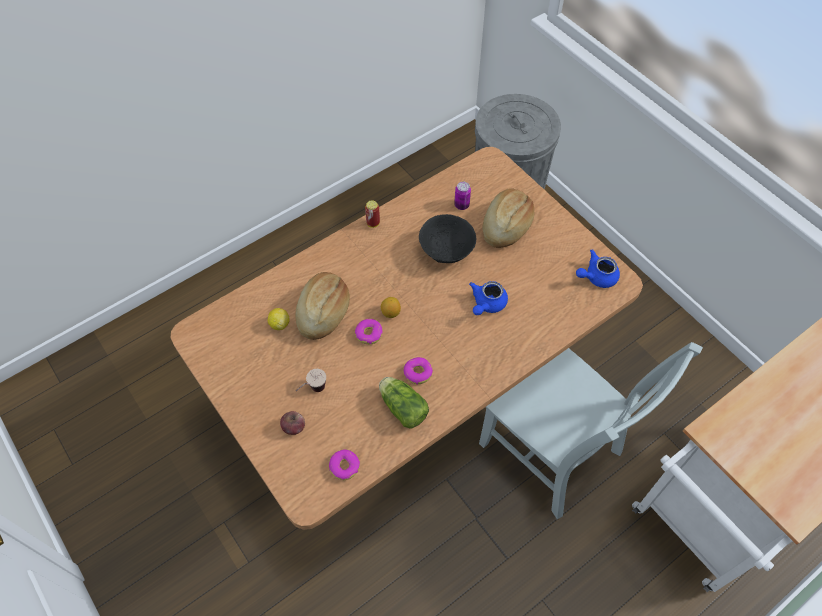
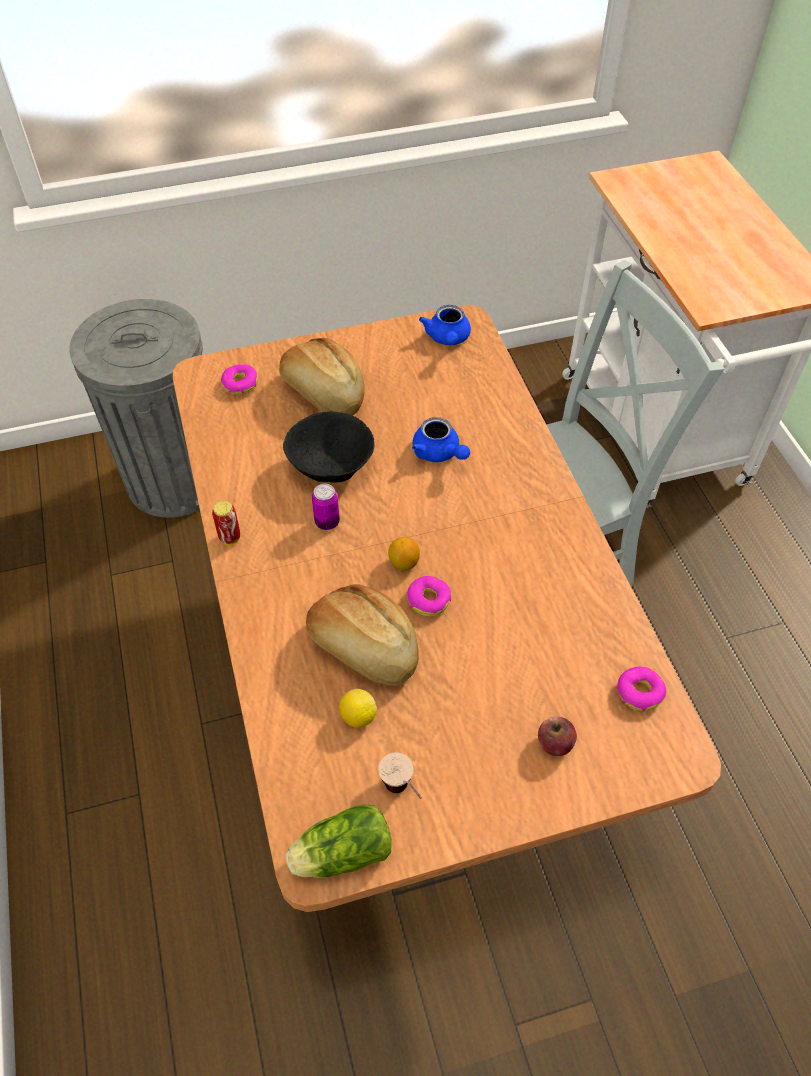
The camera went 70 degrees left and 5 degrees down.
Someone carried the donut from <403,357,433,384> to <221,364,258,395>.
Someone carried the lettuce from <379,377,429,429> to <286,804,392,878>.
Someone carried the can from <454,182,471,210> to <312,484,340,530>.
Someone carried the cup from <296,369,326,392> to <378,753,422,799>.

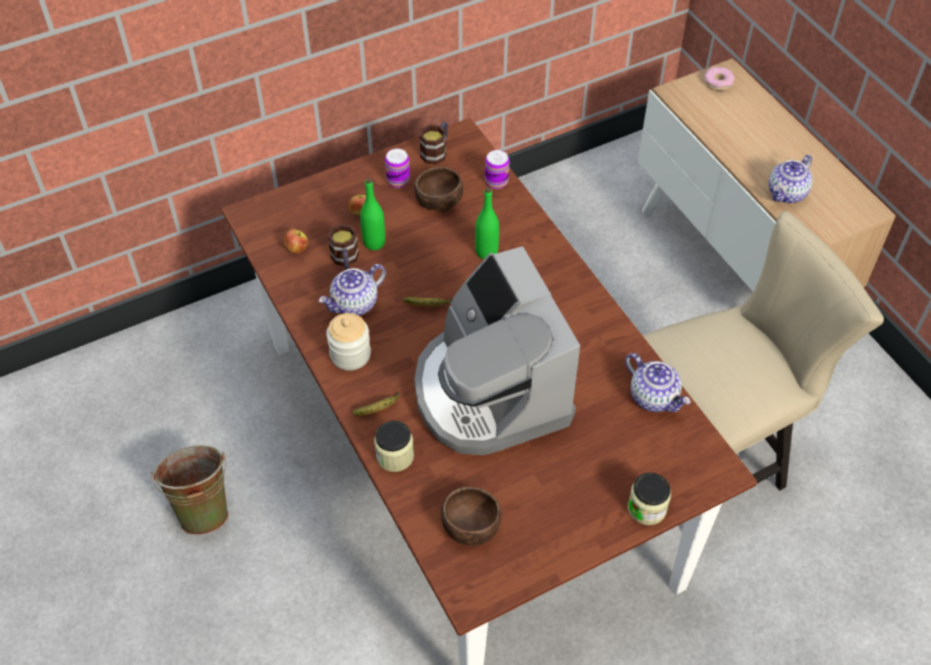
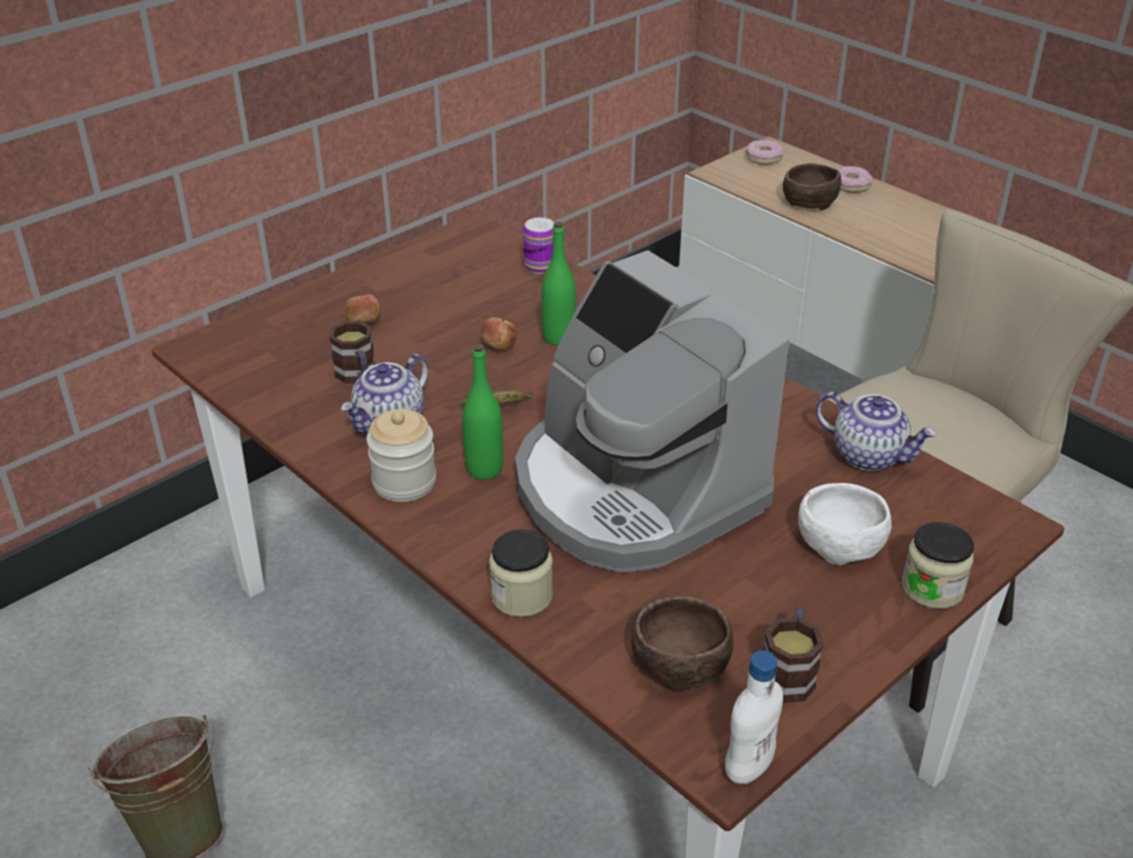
The camera went 15 degrees left and 15 degrees down.
Someone carried the bottle/green from <360,178,385,250> to <462,344,503,480>.
Someone carried the apple from <284,230,308,254> to <481,317,517,351>.
Someone put down the bottle/white at <725,650,783,784>.
Someone carried the mug from <419,122,448,165> to <763,606,824,703>.
Someone carried the bowl/brown from <414,167,463,213> to <783,163,841,210>.
Someone put down the bowl/white at <798,483,891,565>.
Someone put down the donut at <837,166,873,193>.
Someone took away the banana at <352,392,400,416>.
Someone took away the can at <385,149,410,188>.
Someone took away the teapot at <769,154,813,203>.

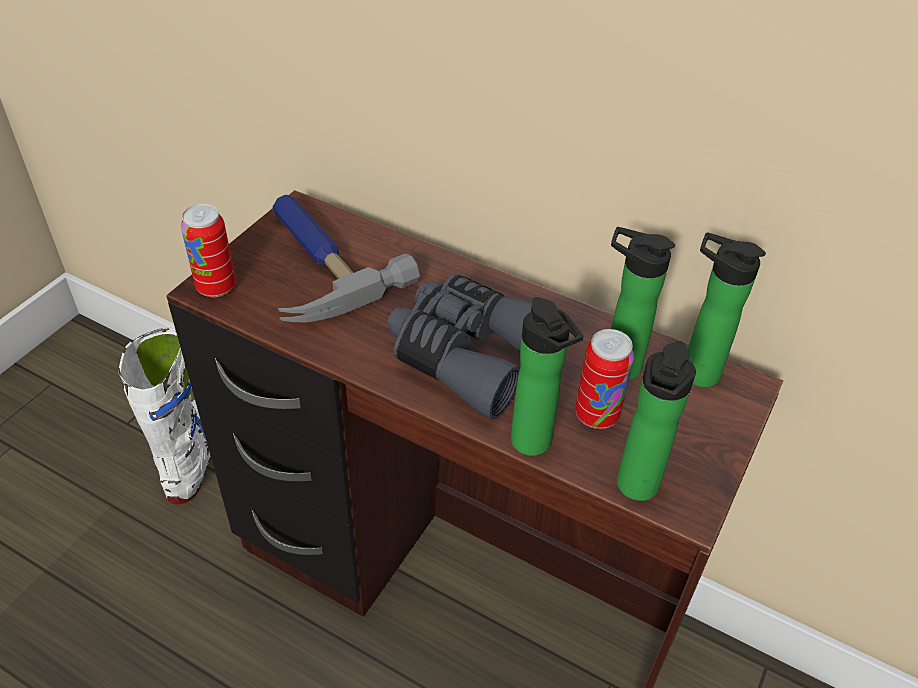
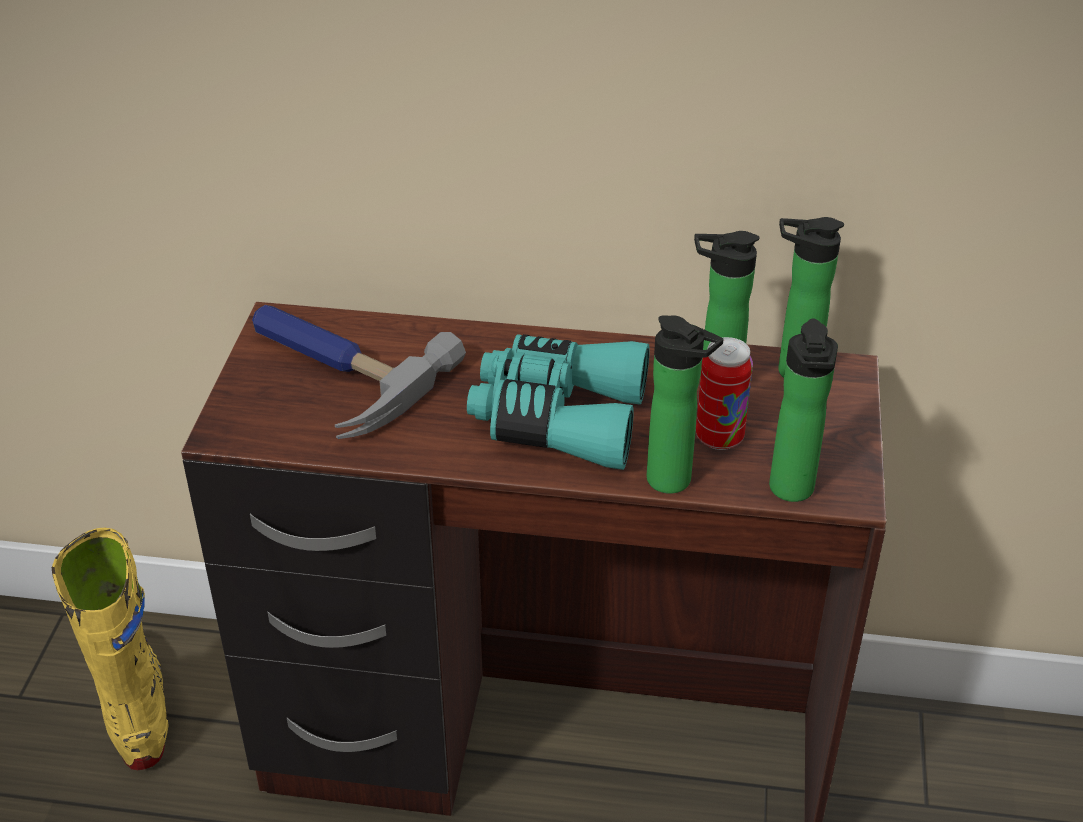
The camera went 20 degrees left and 5 degrees down.
Someone repainted the boot/white at <119,328,211,504>, which became the boot/yellow at <52,528,168,770>.
Someone repainted the binoculars/grey at <387,273,532,420>, which became the binoculars/turquoise at <467,334,650,470>.
Someone took away the can at <181,204,236,297>.

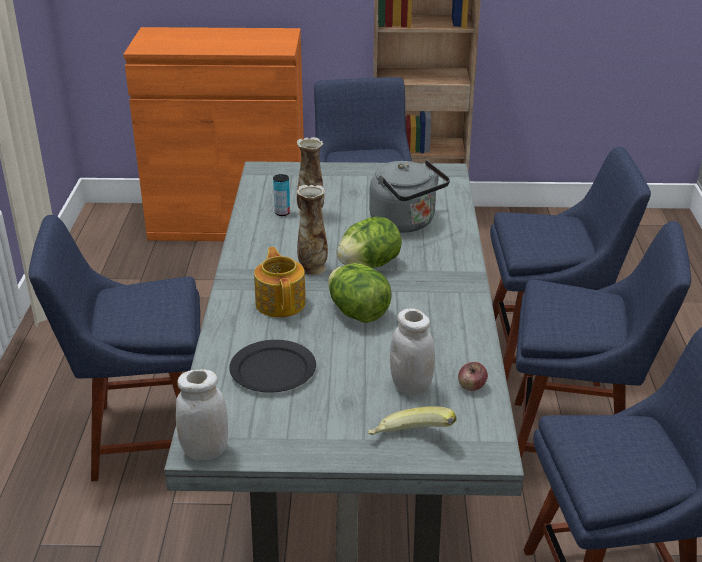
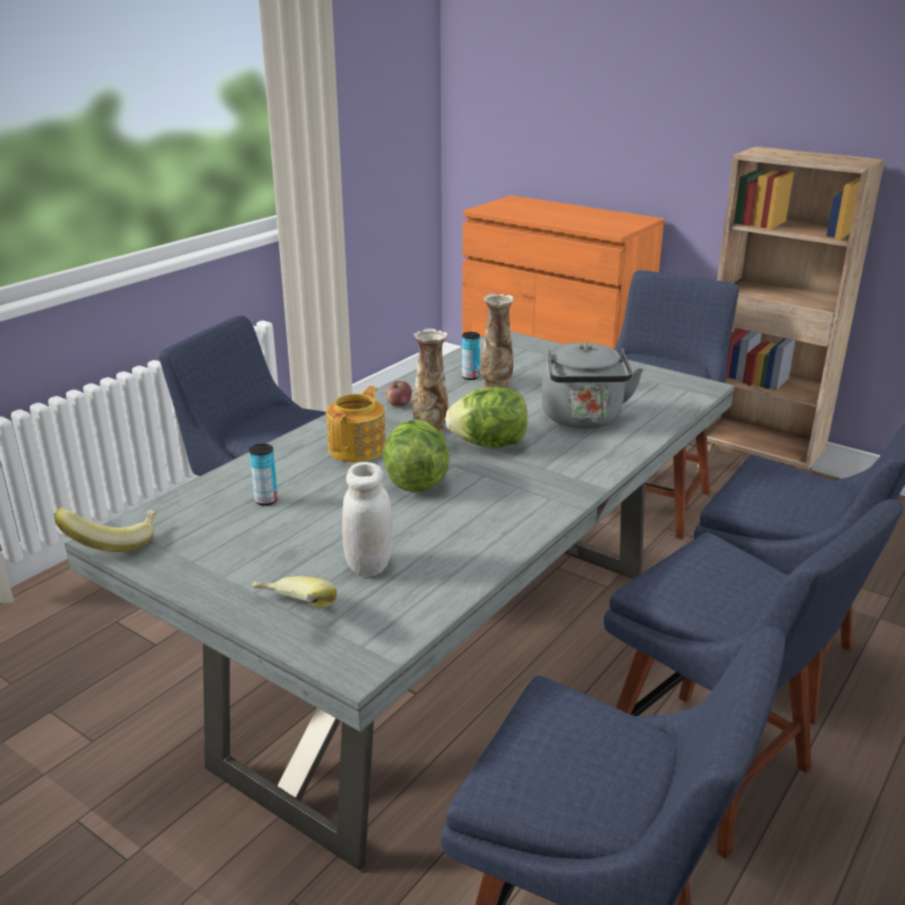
The camera went 35 degrees right and 5 degrees down.
Someone swapped the jar/white at <176,369,228,460> for the banana at <54,508,157,552>.
Someone swapped the plate/black at <229,340,316,393> for the can at <249,444,278,506>.
Someone carried the apple from <458,362,488,391> to <385,381,412,406>.

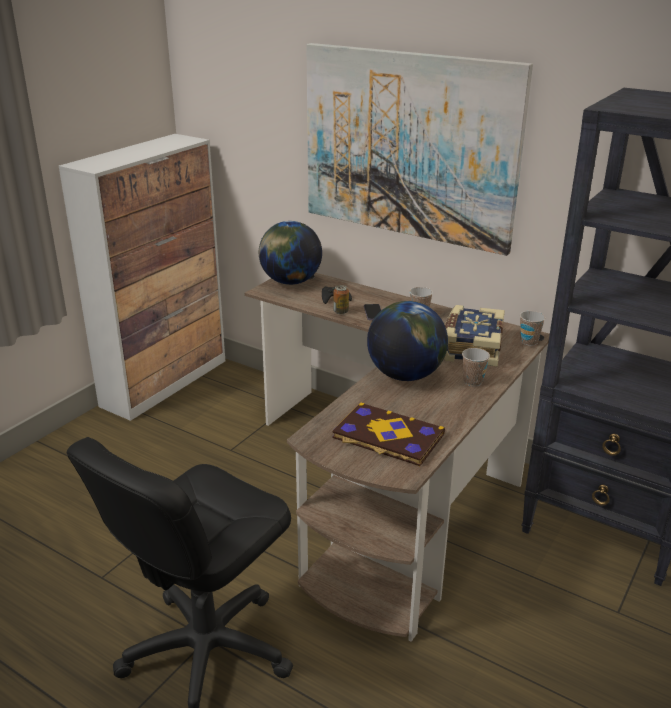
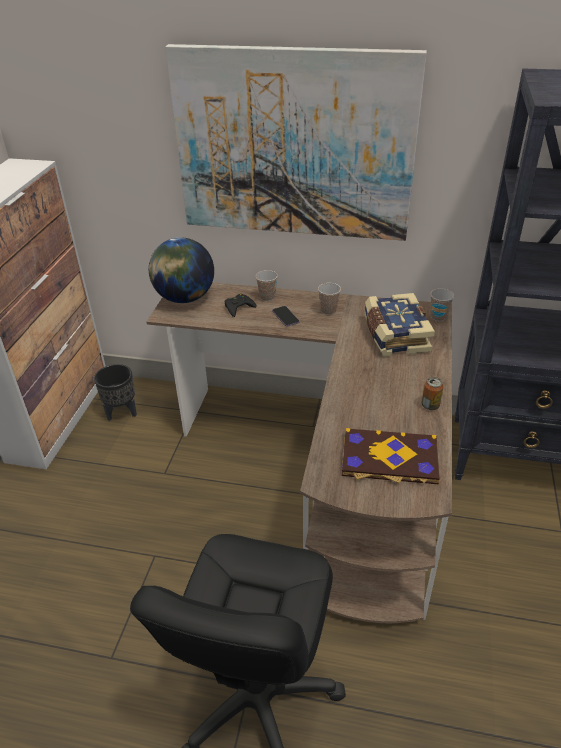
The camera went 20 degrees left and 10 degrees up.
Someone put down the planter/black at <94,364,137,421>.
Someone carried the cup from <462,348,490,387> to <256,270,278,301>.
Someone carried the can from <333,285,349,314> to <422,377,443,410>.
Someone took away the globe at <367,301,448,381>.

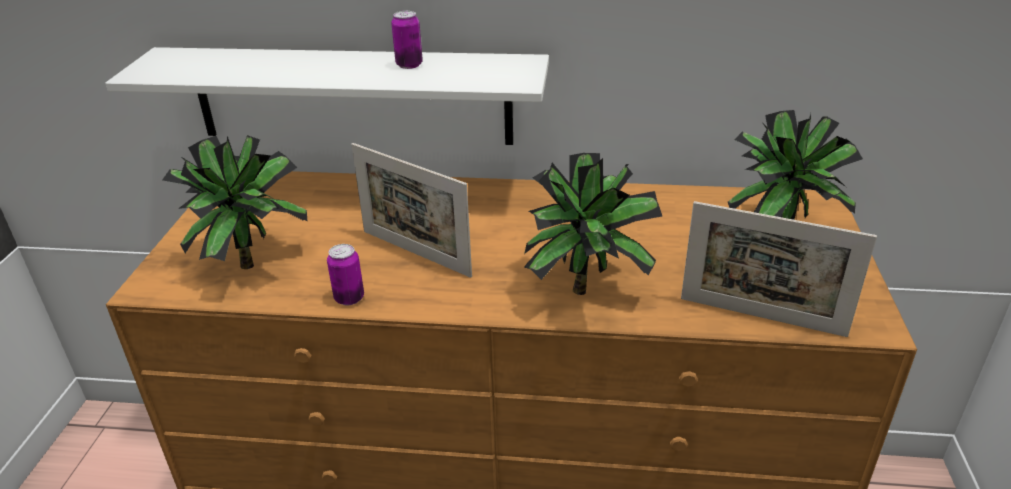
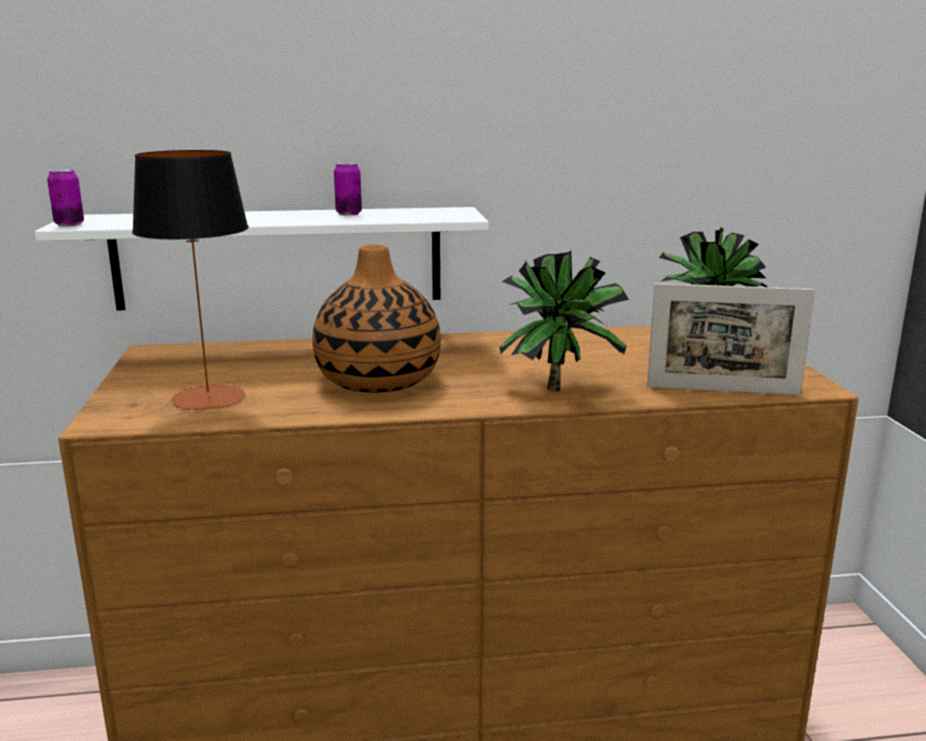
The camera went 15 degrees left and 15 degrees down.
Someone carried the can from <327,244,364,306> to <47,169,84,226>.
Someone swapped the potted plant at <162,135,307,269> for the table lamp at <132,150,249,410>.
Someone swapped the picture frame at <351,143,472,278> for the vase at <312,245,441,393>.

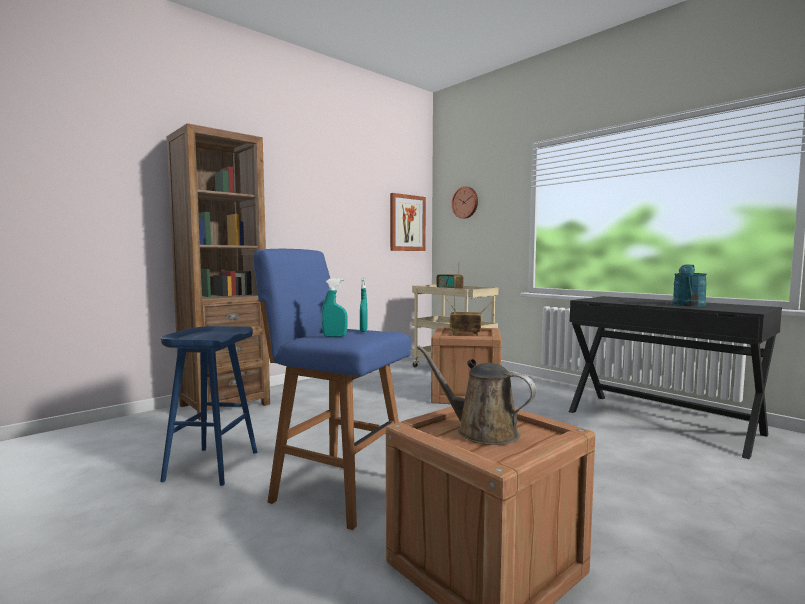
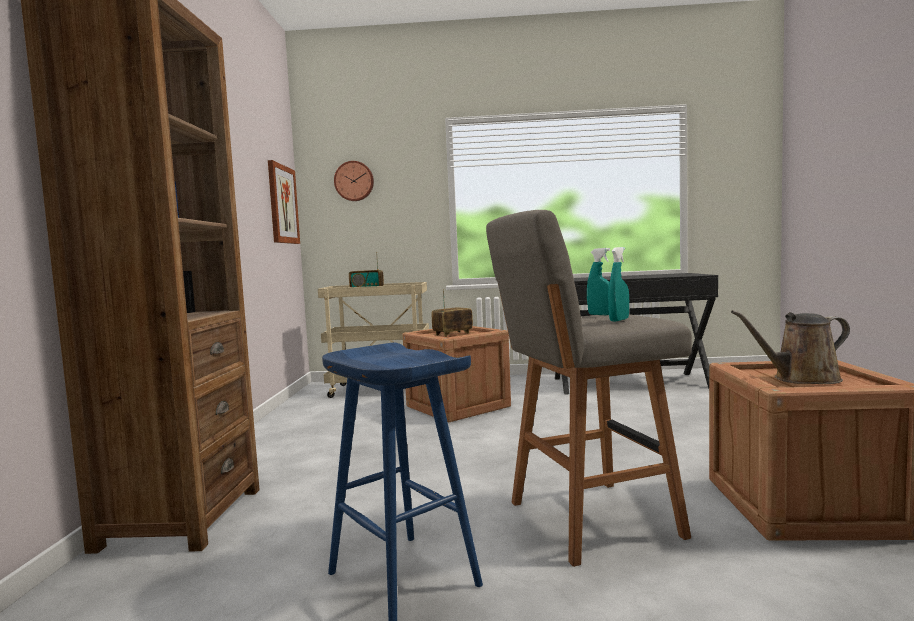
The camera went 45 degrees left and 0 degrees up.
Someone repainted the stool/blue at <253,249,411,530>, which became the stool/grey at <486,210,692,567>.
Someone took away the watering can/turquoise at <673,264,707,307>.

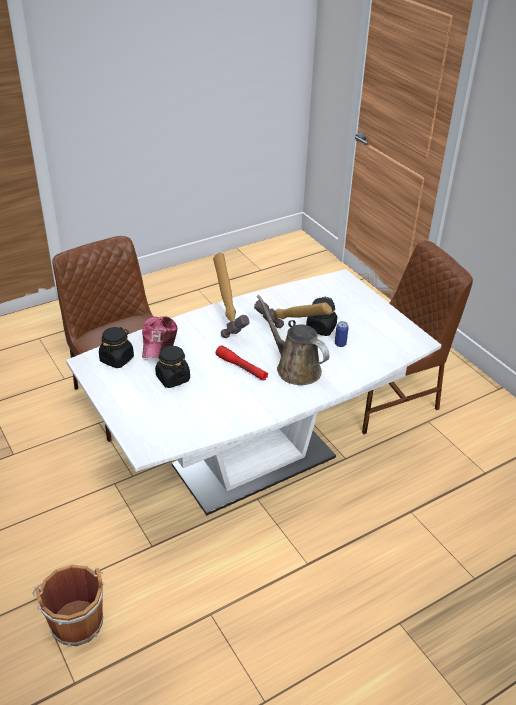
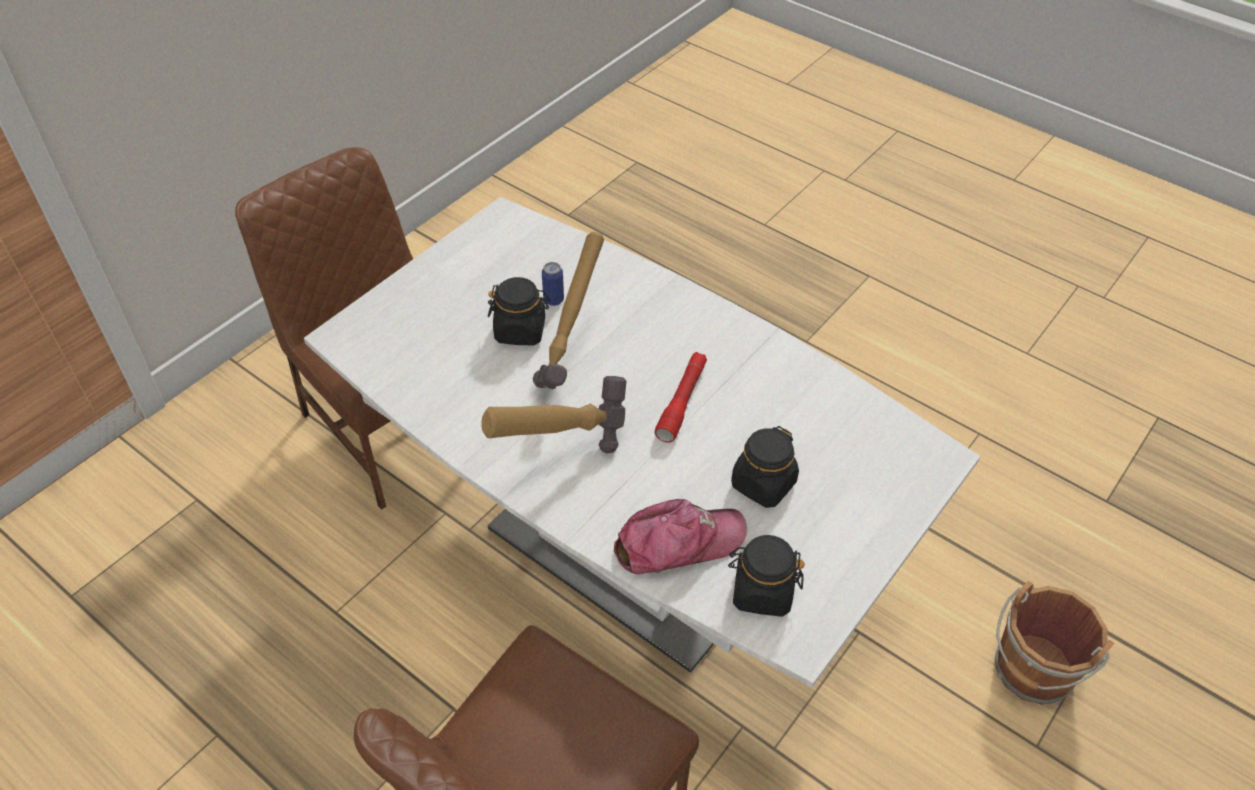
The camera went 110 degrees left and 10 degrees up.
Someone took away the watering can/brown at <257,295,329,385>.

